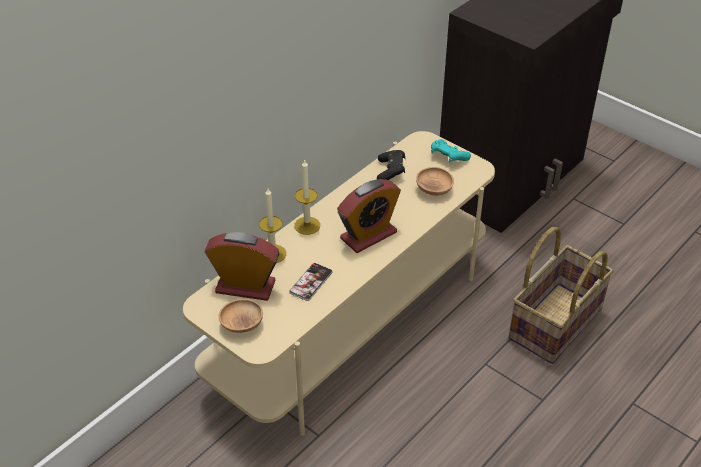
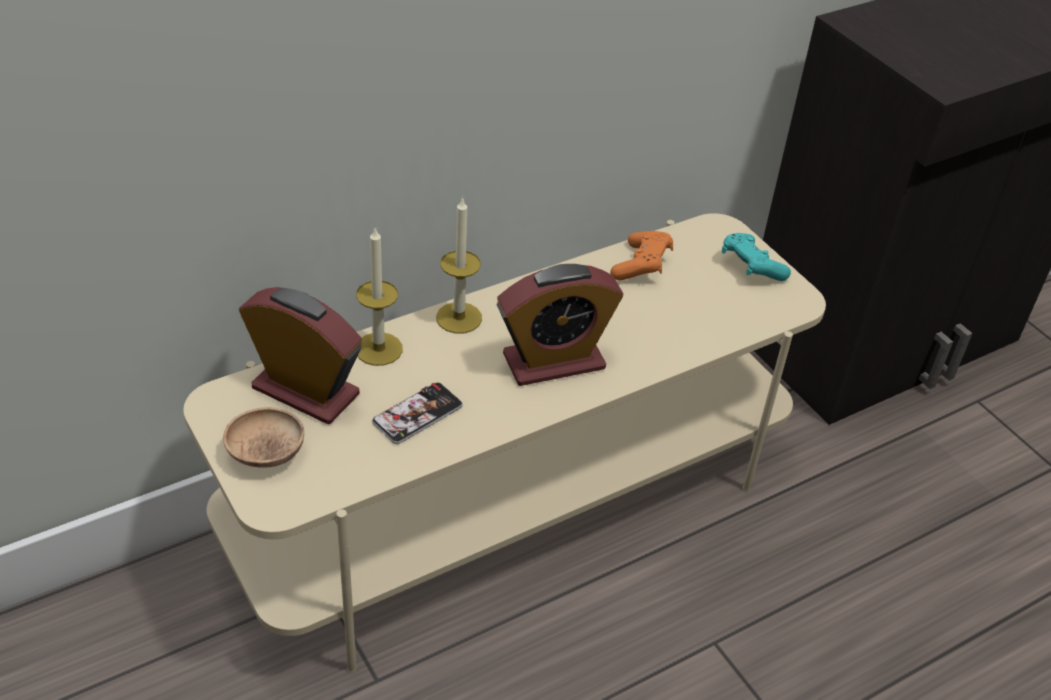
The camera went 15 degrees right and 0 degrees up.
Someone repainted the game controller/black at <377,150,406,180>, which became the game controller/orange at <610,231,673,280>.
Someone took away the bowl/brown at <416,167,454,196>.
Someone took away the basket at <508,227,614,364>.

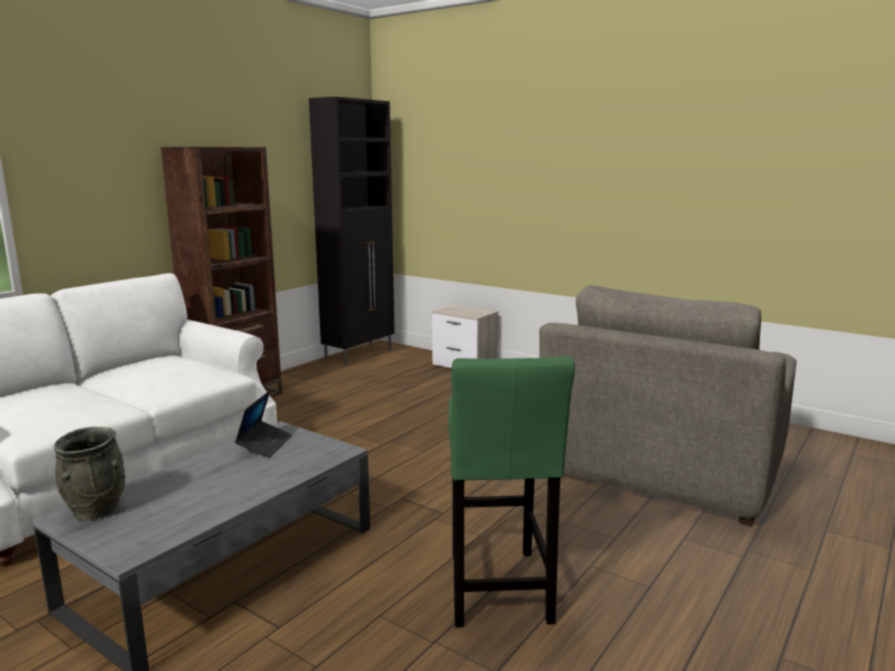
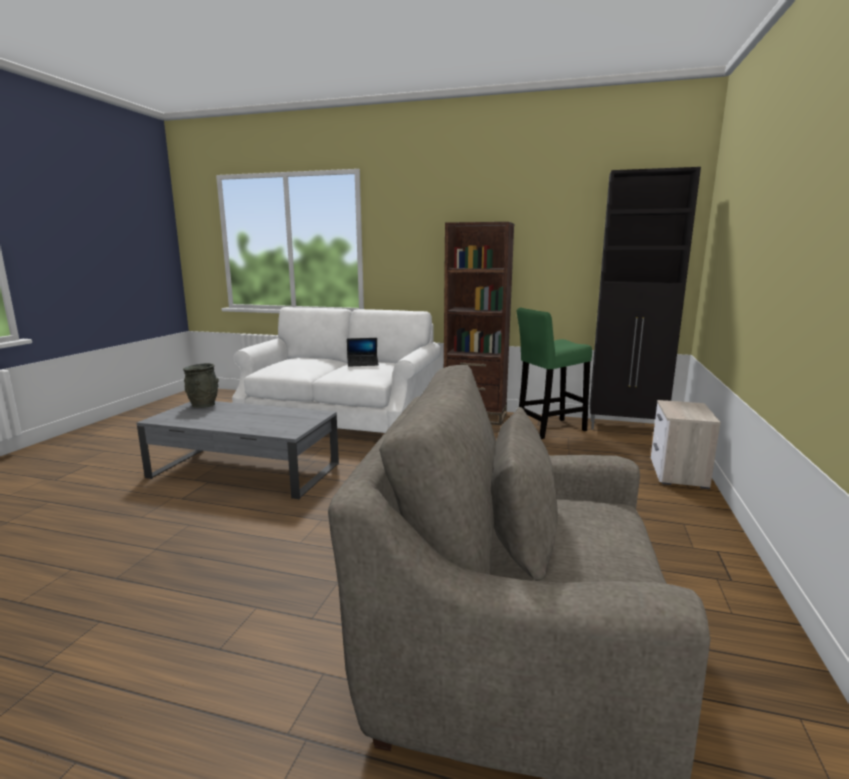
The camera went 70 degrees right and 0 degrees up.
Someone carried the laptop from <235,390,292,458> to <347,338,379,367>.
Someone carried the stool/green from <448,356,575,627> to <517,308,592,439>.

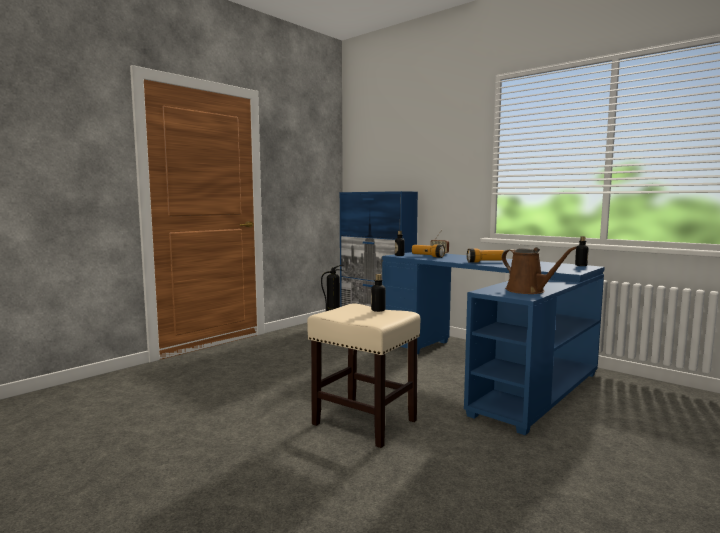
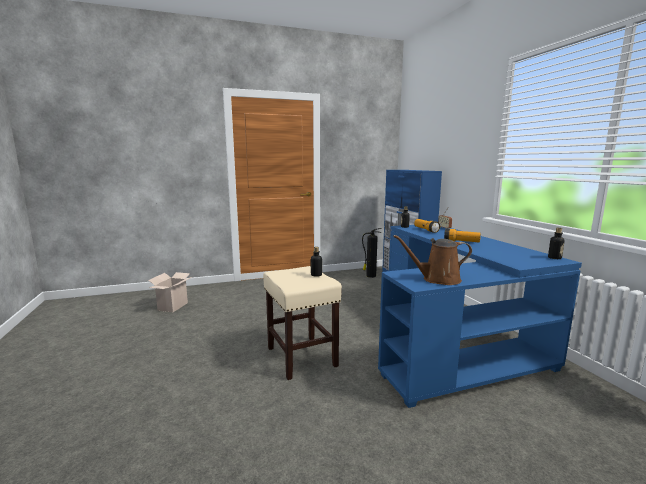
The camera went 30 degrees right and 5 degrees up.
Someone put down the cardboard box at <148,272,192,312>.
Someone rotated the watering can/brown at <502,247,576,294> by 90 degrees clockwise.

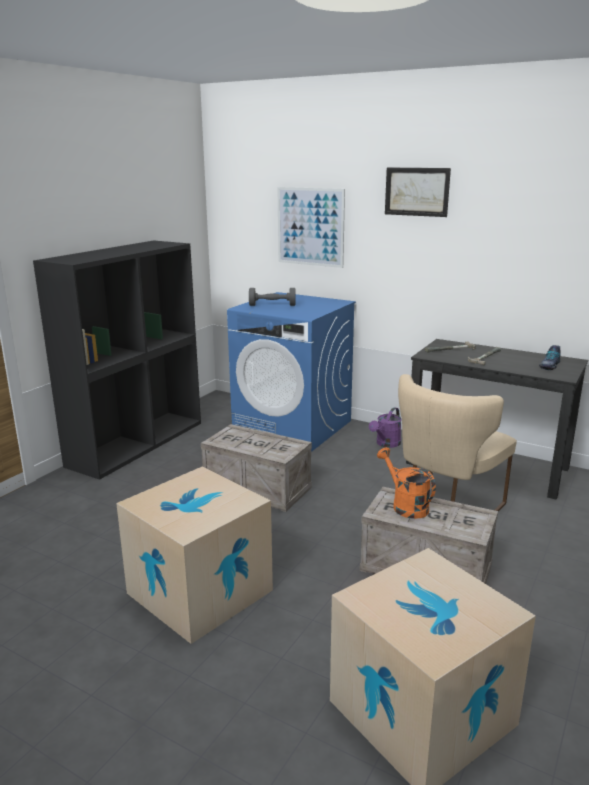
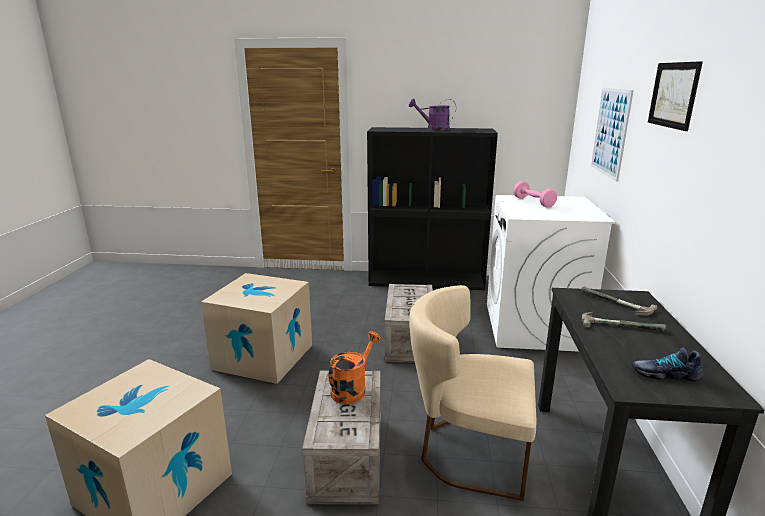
The camera went 65 degrees right and 0 degrees up.
Someone carried the watering can/purple from <369,407,402,448> to <409,99,456,131>.
Someone repainted the washing machine/blue at <227,292,356,452>, which became the washing machine/white at <487,195,616,352>.
Someone repainted the dumbbell/grey at <249,288,295,306>, which became the dumbbell/pink at <513,181,557,208>.

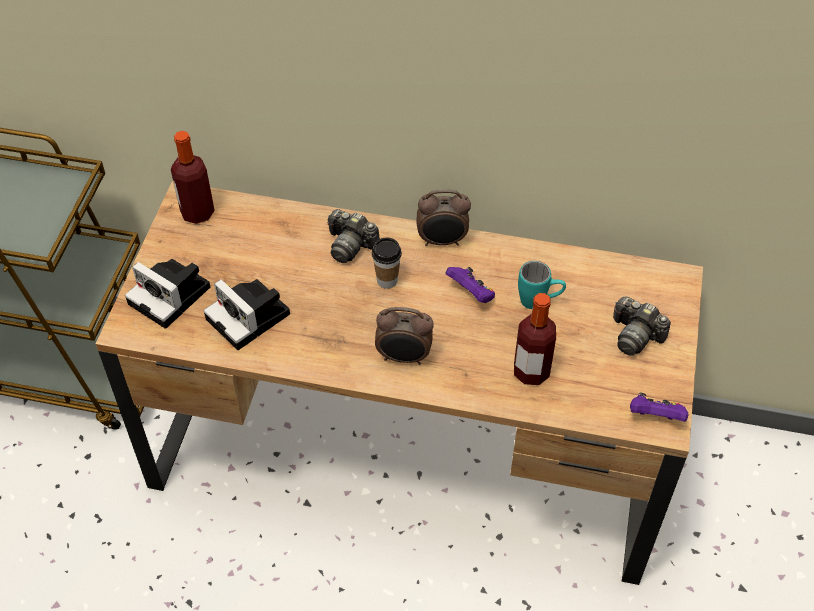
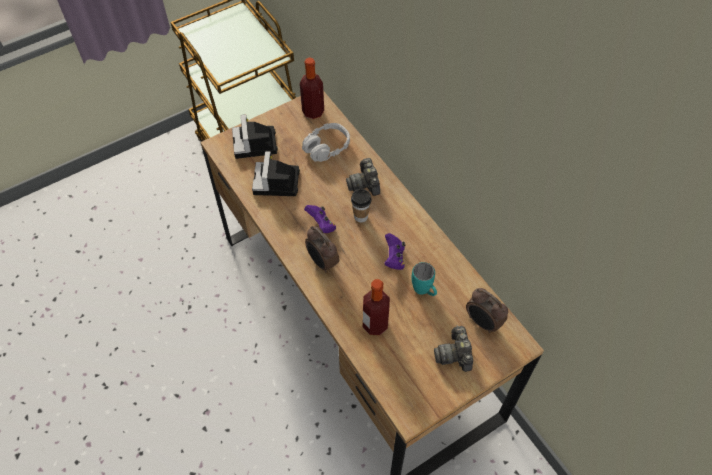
The camera went 45 degrees right and 5 degrees up.
Someone put down the headphones/grey at <302,123,350,162>.
Someone carried the game controller/purple from <630,392,688,422> to <304,205,336,233>.
Someone carried the alarm clock from <416,189,471,246> to <466,288,508,333>.

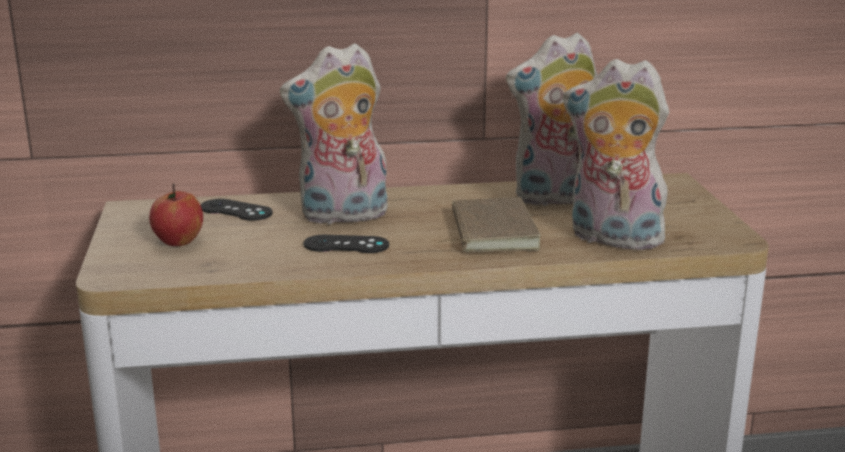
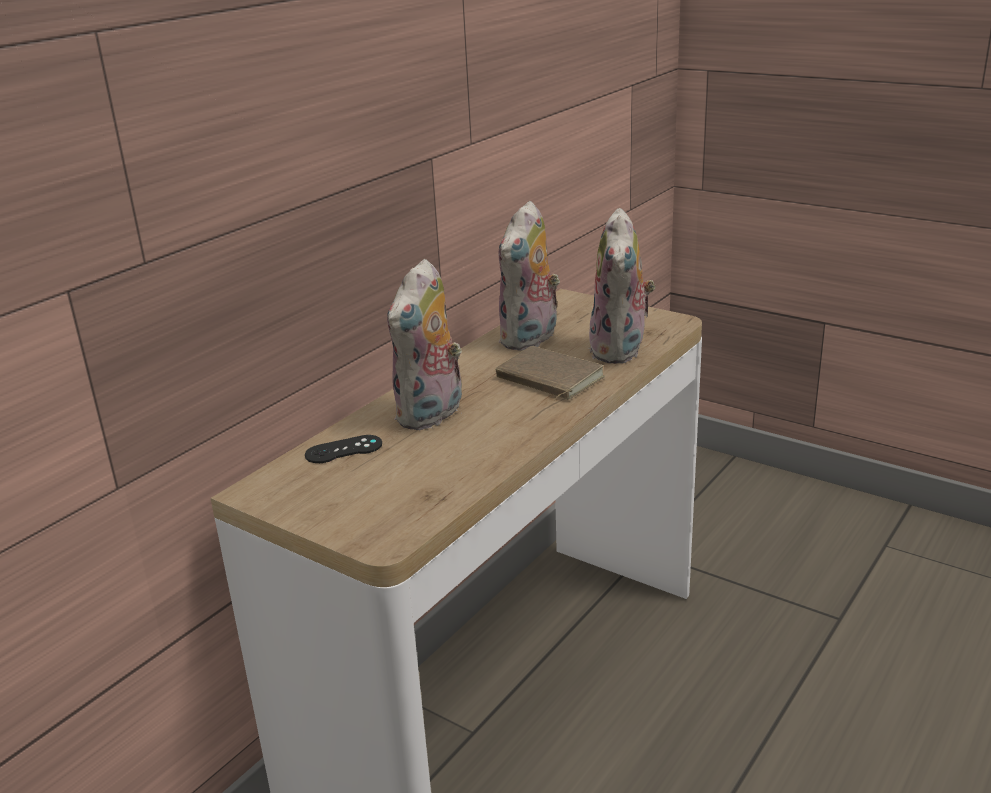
The camera went 45 degrees left and 5 degrees up.
Someone rotated the plush toy at <563,59,674,250> by 60 degrees counterclockwise.
Someone took away the apple at <149,184,203,246>.
Someone took away the game controller/black at <303,235,389,253>.

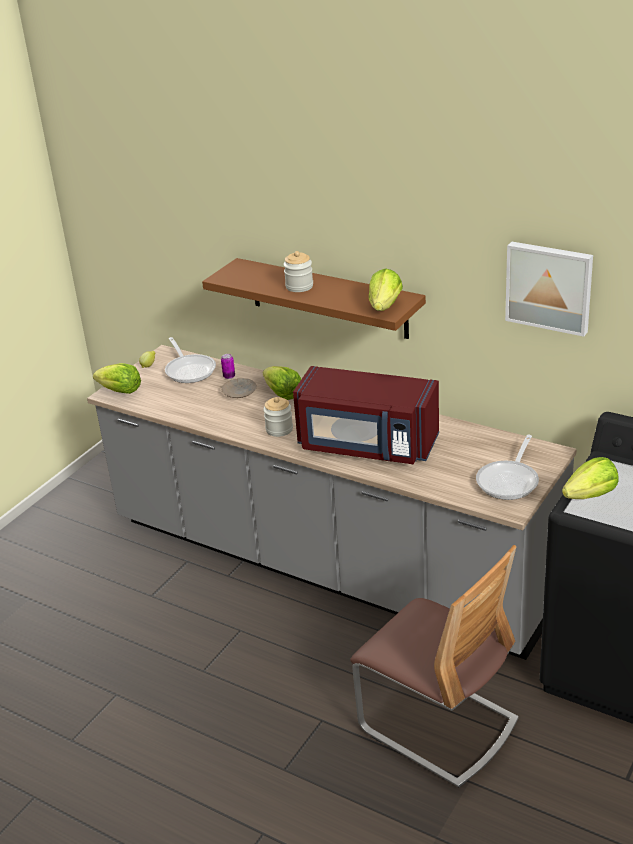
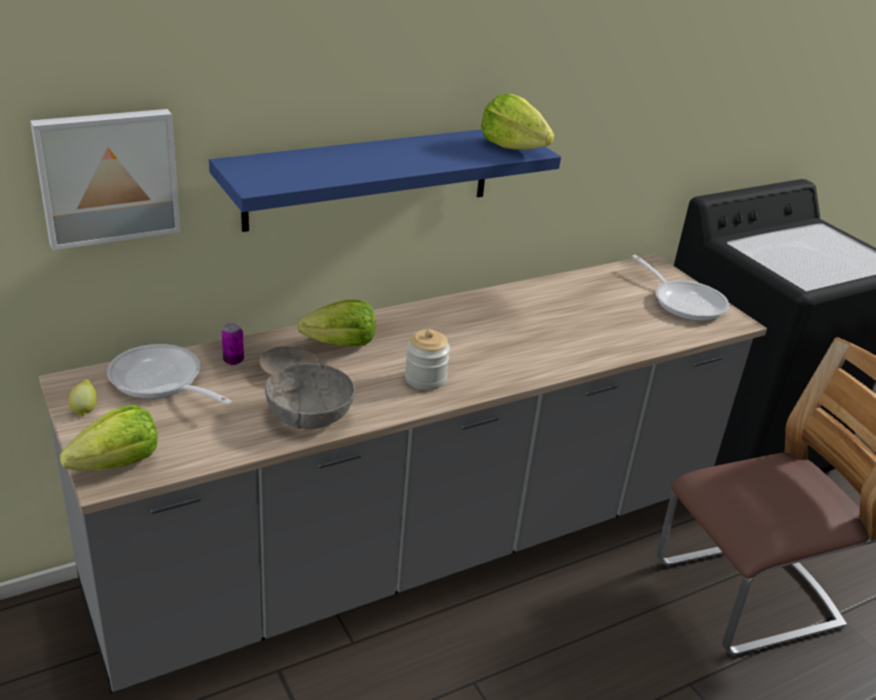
The camera went 65 degrees left and 0 degrees up.
Someone carried the picture from <505,241,593,337> to <30,109,181,250>.
Someone rotated the frying pan at <165,337,216,383> by 150 degrees counterclockwise.
Someone repainted the shelf/brown at <202,258,426,339>, which became the shelf/blue at <209,129,561,232>.
Someone put down the bowl/grey at <265,363,355,429>.
Someone took away the jar at <283,251,313,292>.
Someone took away the microwave/red at <293,366,439,464>.
Someone took away the lettuce at <562,457,619,499>.

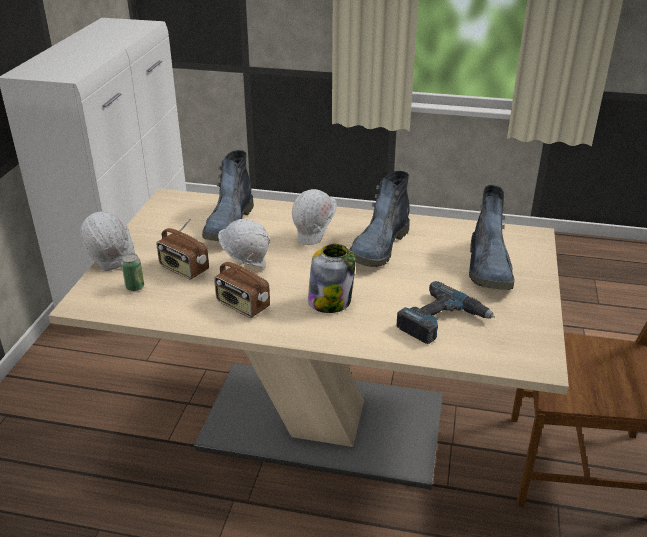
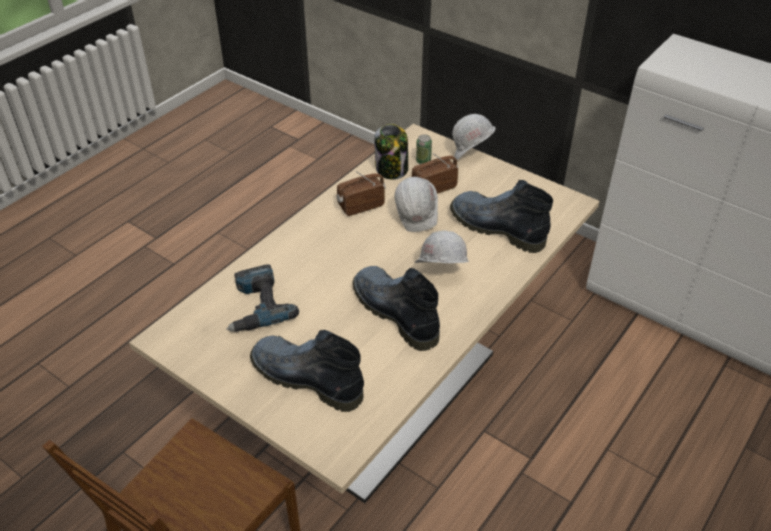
The camera went 115 degrees right and 10 degrees up.
Someone carried the jar from <308,244,356,313> to <374,124,408,180>.

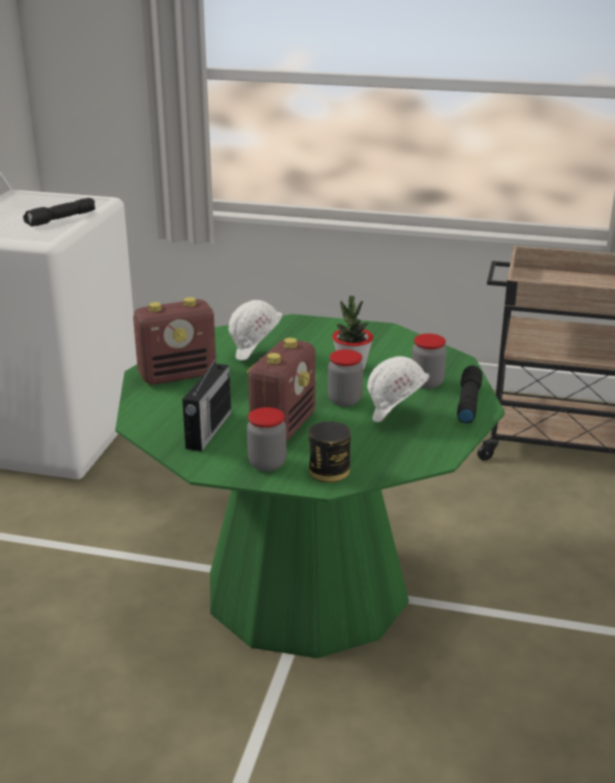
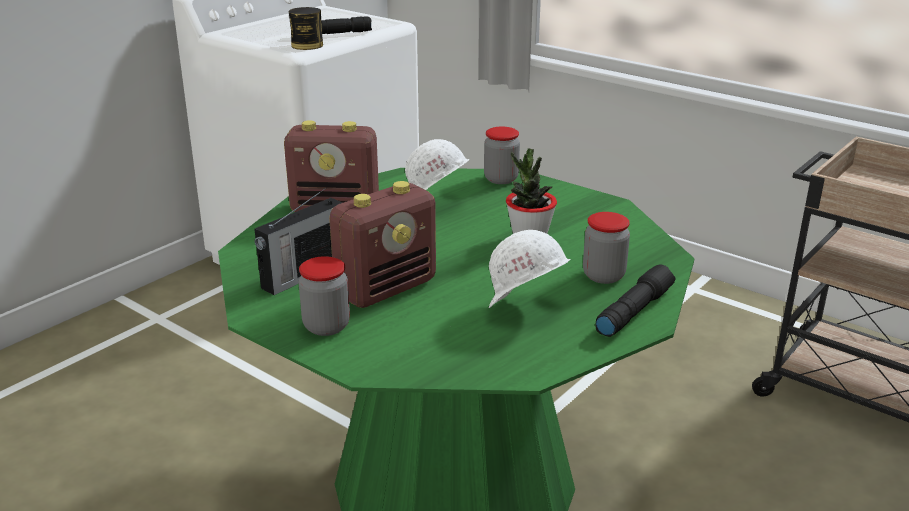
The camera went 25 degrees right and 0 degrees up.
Someone carried the can from <309,421,351,482> to <289,7,323,50>.
Someone carried the jar from <328,349,363,407> to <484,127,520,184>.

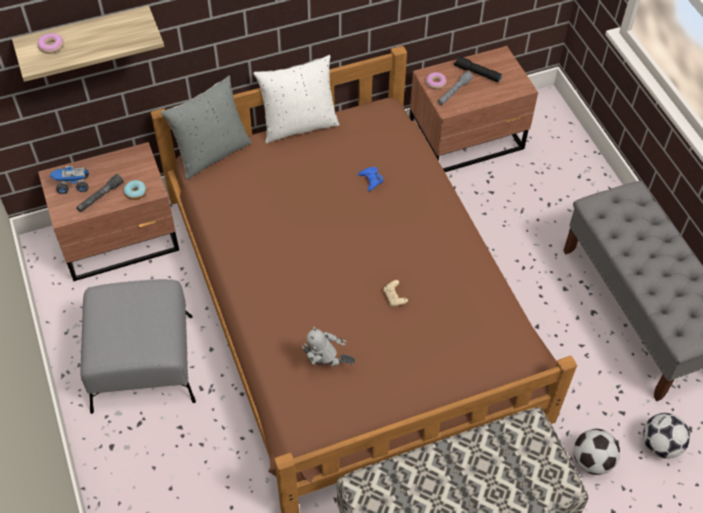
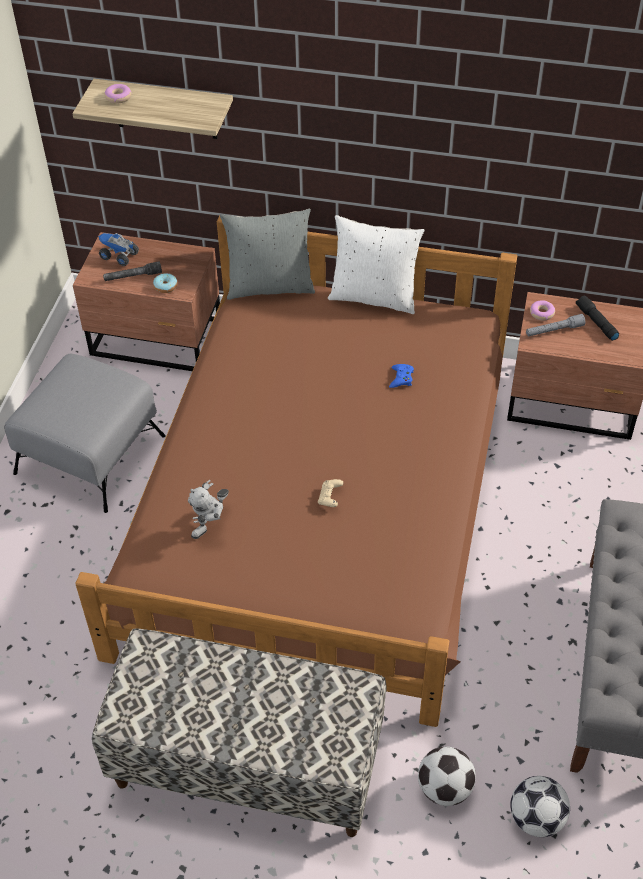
The camera went 35 degrees right and 5 degrees down.
Someone rotated the toy robot at <301,326,355,366> by 105 degrees counterclockwise.

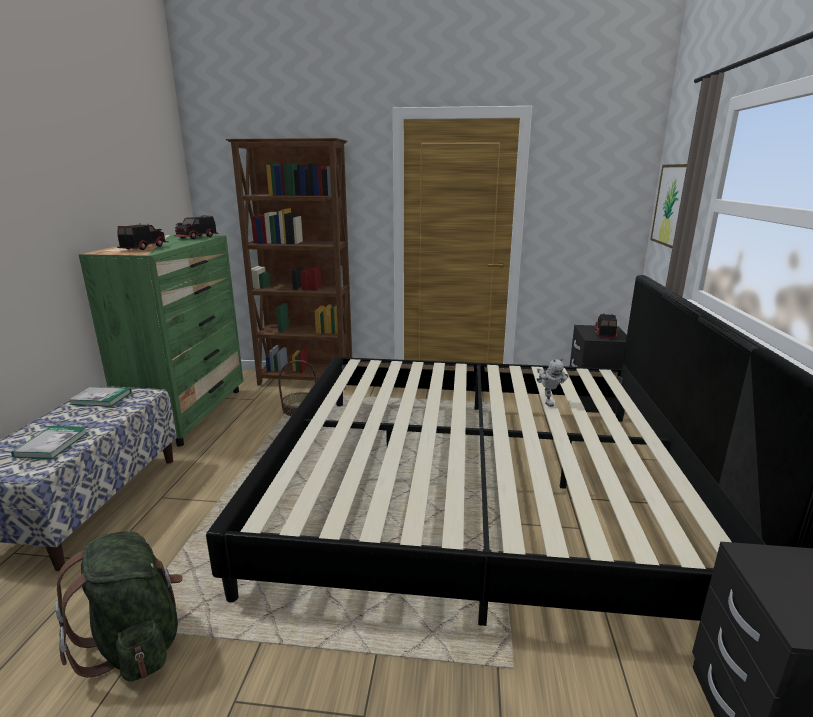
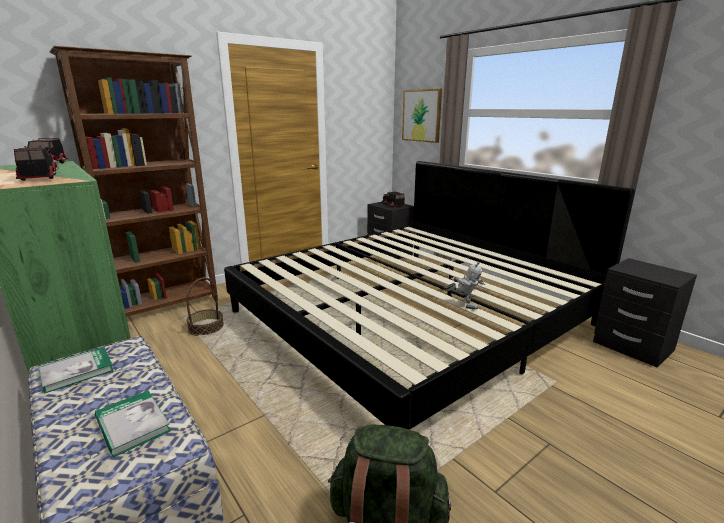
The camera went 45 degrees left and 0 degrees up.
Someone carried the toy robot from <537,358,568,407> to <444,262,485,310>.

